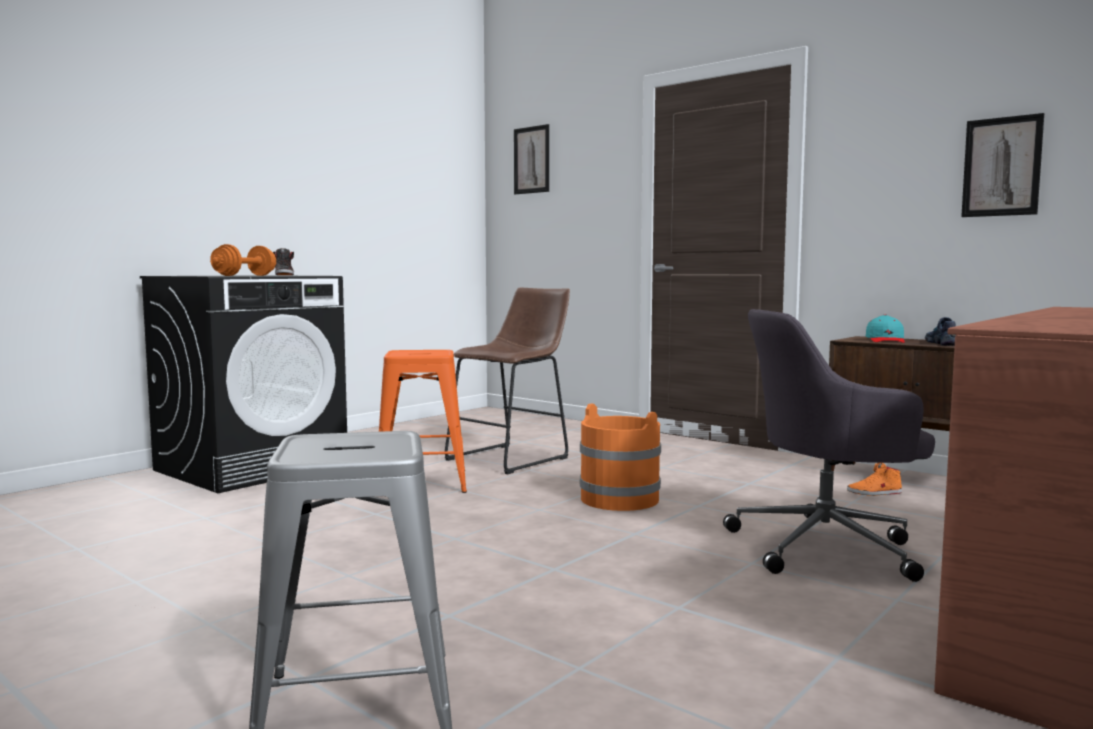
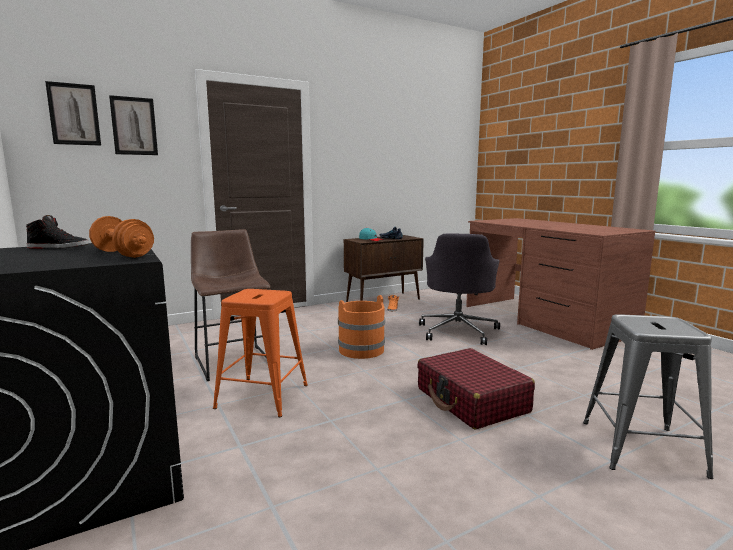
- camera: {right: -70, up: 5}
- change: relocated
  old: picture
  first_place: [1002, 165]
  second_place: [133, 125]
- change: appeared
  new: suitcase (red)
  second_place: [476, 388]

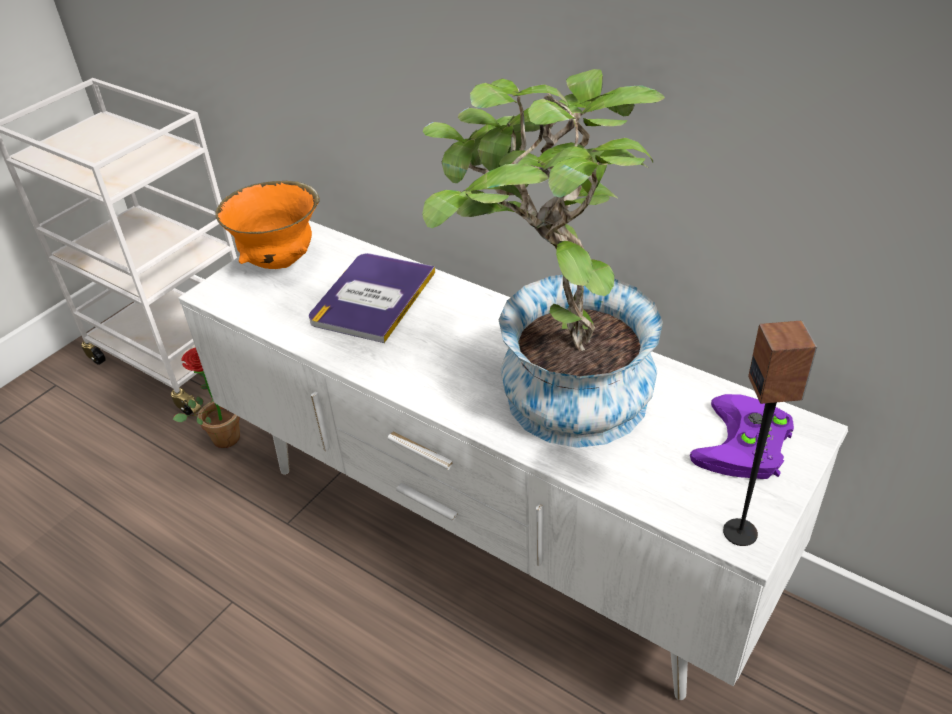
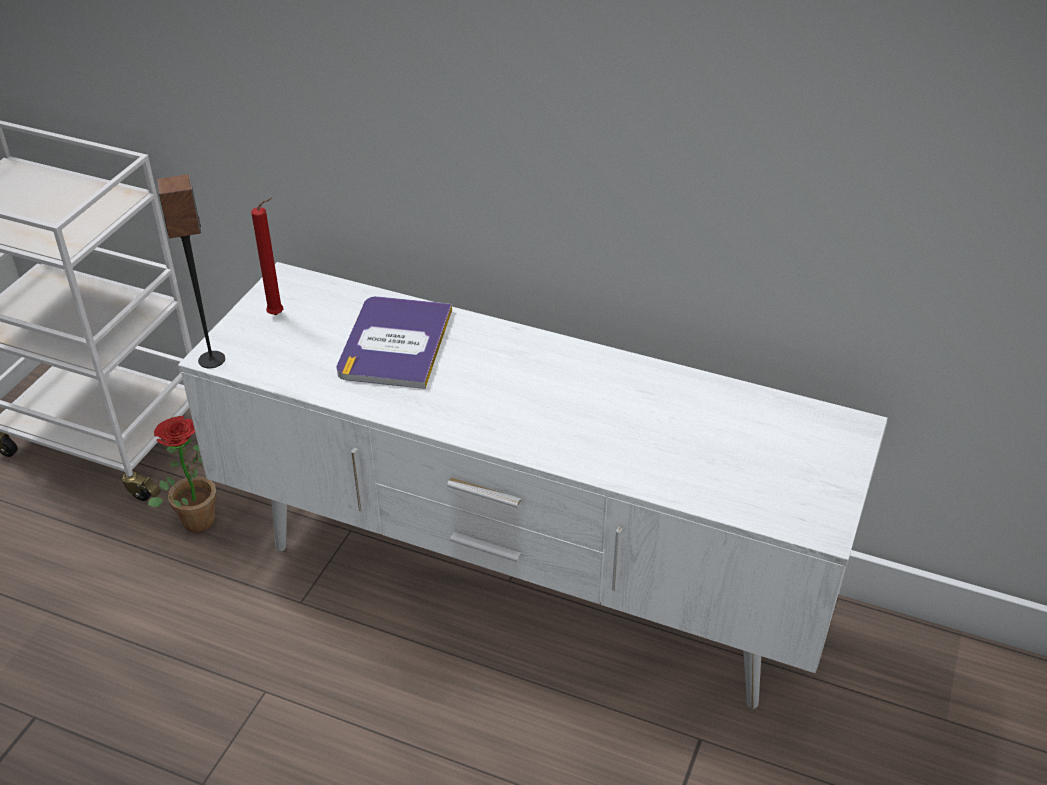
- camera: {right: -15, up: 0}
- change: exchanged
  old: bowl (orange)
  new: candle (red)
  first_place: [267, 225]
  second_place: [267, 256]
- change: missing
  old: potted plant
  first_place: [543, 258]
- change: missing
  old: game controller (purple)
  first_place: [742, 436]
- change: relocated
  old: speaker
  first_place: [770, 433]
  second_place: [191, 271]

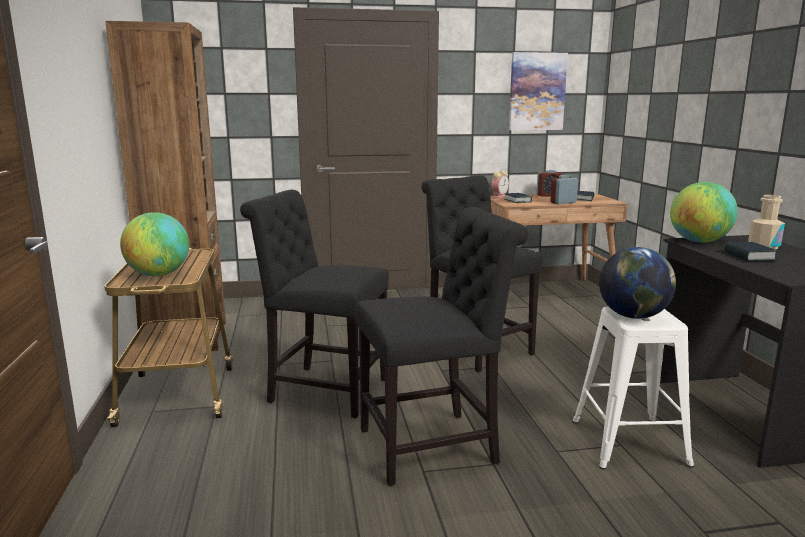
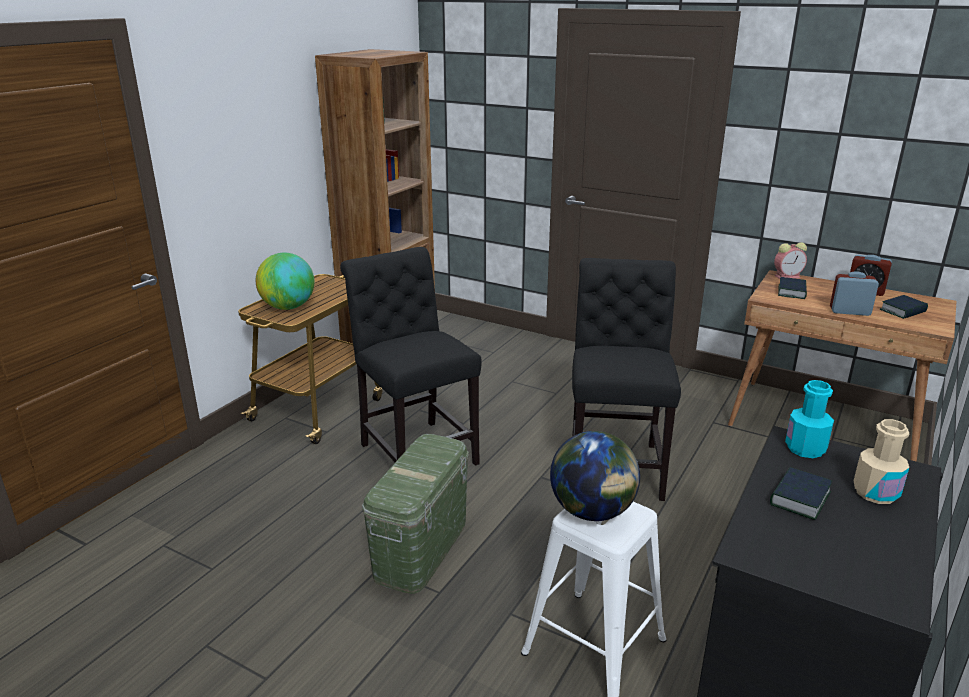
- camera: {right: 40, up: 10}
- change: exchanged
  old: chair (black)
  new: storage box (green)
  first_place: [442, 346]
  second_place: [415, 514]
- change: missing
  old: picture
  first_place: [538, 91]
- change: exchanged
  old: globe
  new: bottle (turquoise)
  first_place: [704, 212]
  second_place: [809, 419]

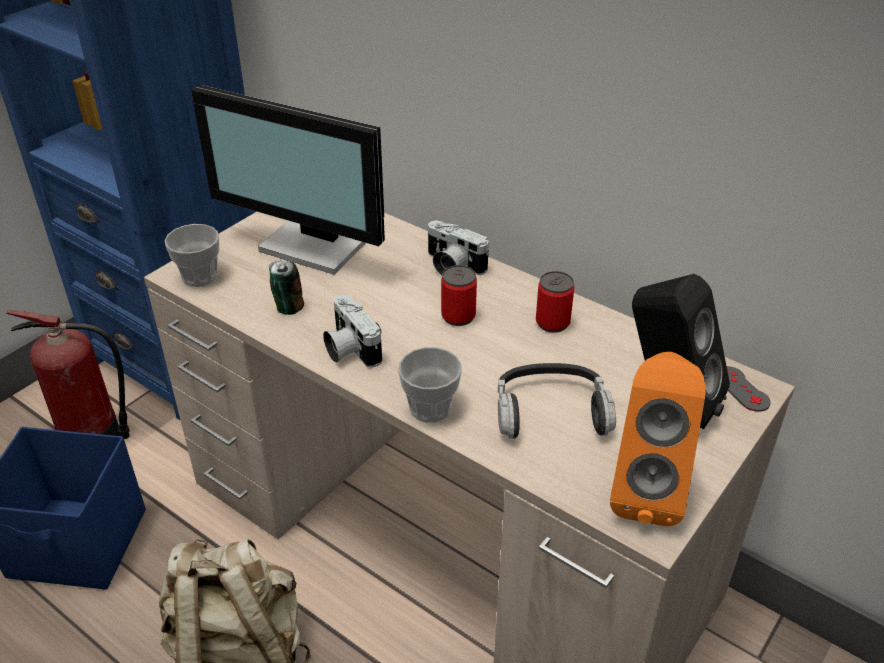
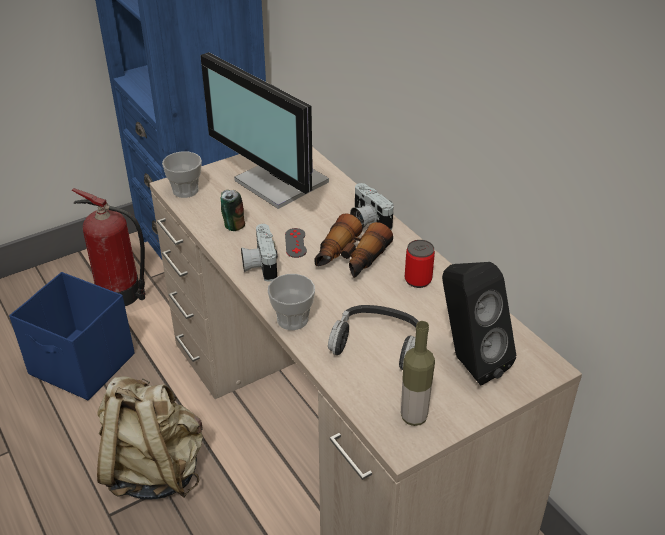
- camera: {right: 20, up: 0}
- change: exchanged
  old: can
  new: binoculars
  first_place: [459, 295]
  second_place: [354, 245]
- change: exchanged
  old: speaker (orange)
  new: bottle
  first_place: [658, 439]
  second_place: [418, 373]
- change: relocated
  old: game controller (grey)
  first_place: [749, 389]
  second_place: [296, 243]

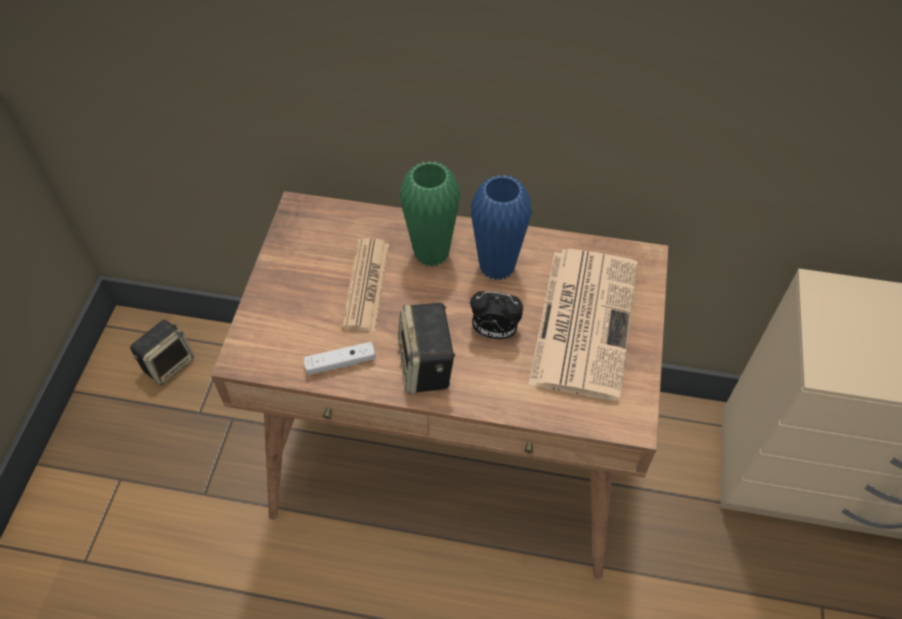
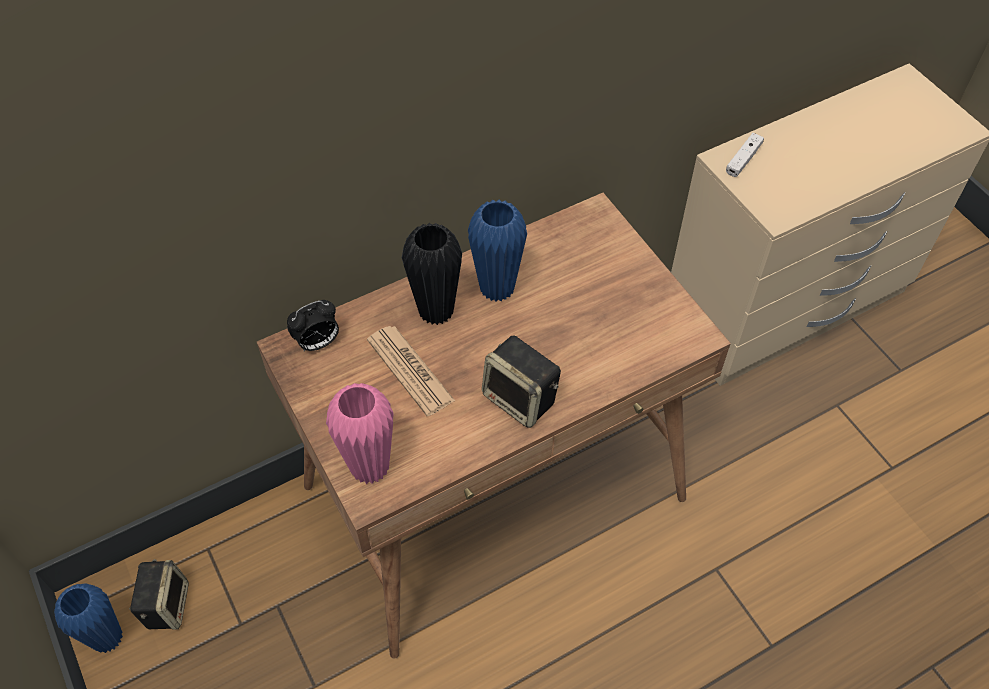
- camera: {right: -40, up: 0}
- change: relocated
  old: game controller (white)
  first_place: [339, 358]
  second_place: [745, 155]
- change: colour
  old: vase (green)
  new: vase (black)
  first_place: [430, 213]
  second_place: [432, 274]
- change: relocated
  old: alarm clock
  first_place: [496, 315]
  second_place: [313, 325]
- change: missing
  old: newspaper
  first_place: [583, 325]
- change: appeared
  new: vase (blue)
  second_place: [88, 618]
- change: appeared
  new: vase (pink)
  second_place: [360, 433]

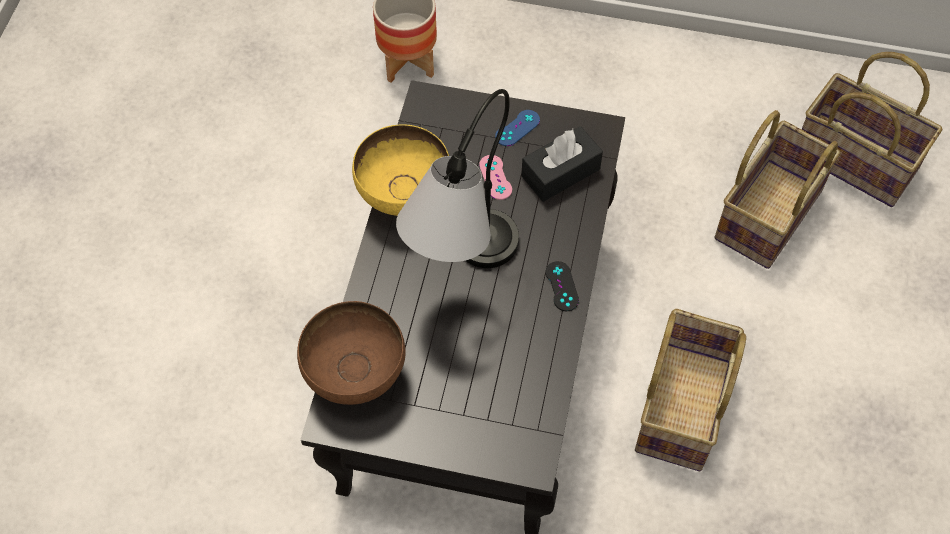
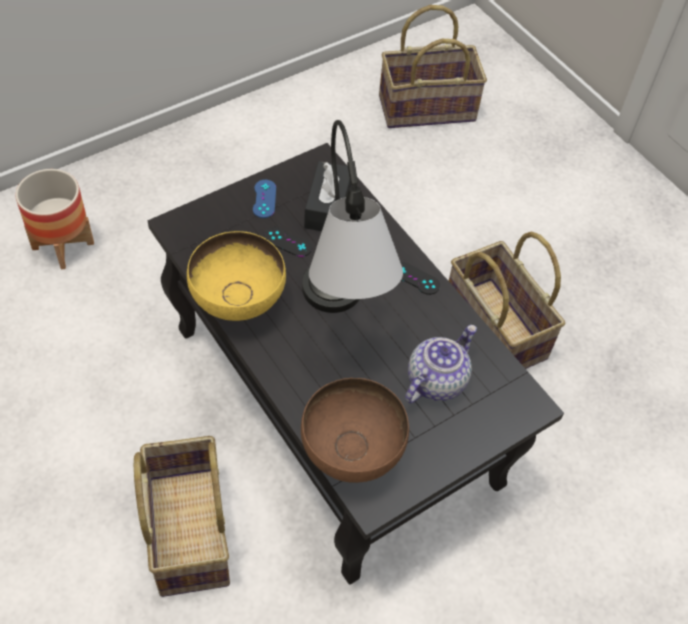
- camera: {right: -50, up: -5}
- change: colour
  old: game controller (pink)
  new: game controller (black)
  first_place: [495, 177]
  second_place: [288, 242]
- change: relocated
  old: basket
  first_place: [777, 189]
  second_place: [182, 516]
- change: appeared
  new: teapot
  second_place: [441, 364]

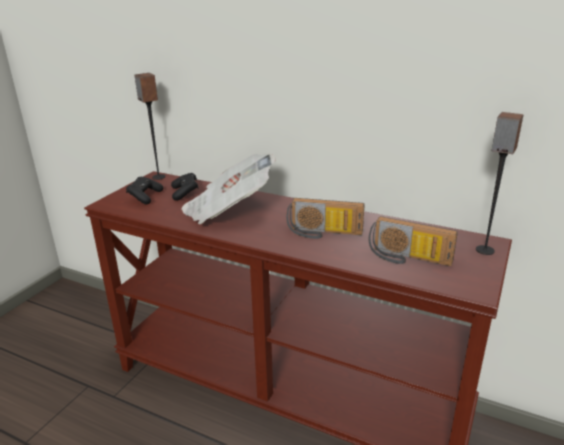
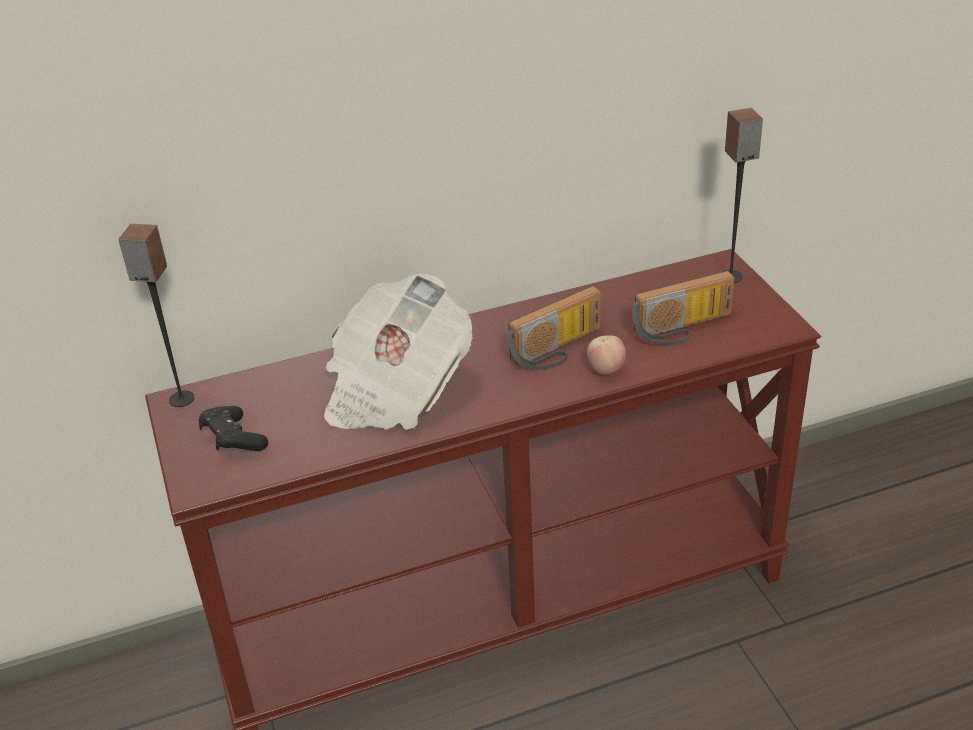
- camera: {right: -45, up: 10}
- change: missing
  old: game controller (black)
  first_place: [185, 187]
- change: appeared
  new: apple
  second_place: [606, 355]

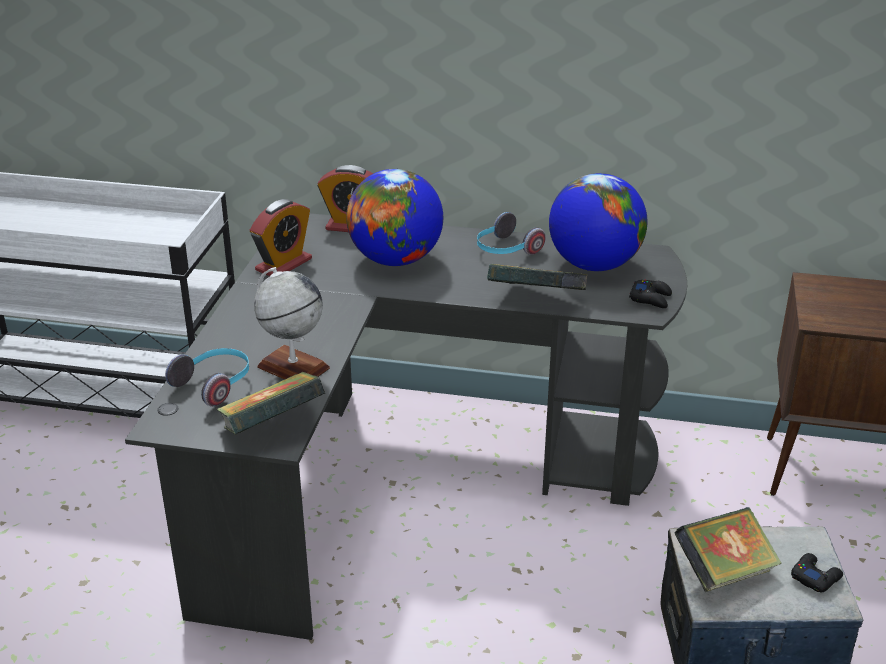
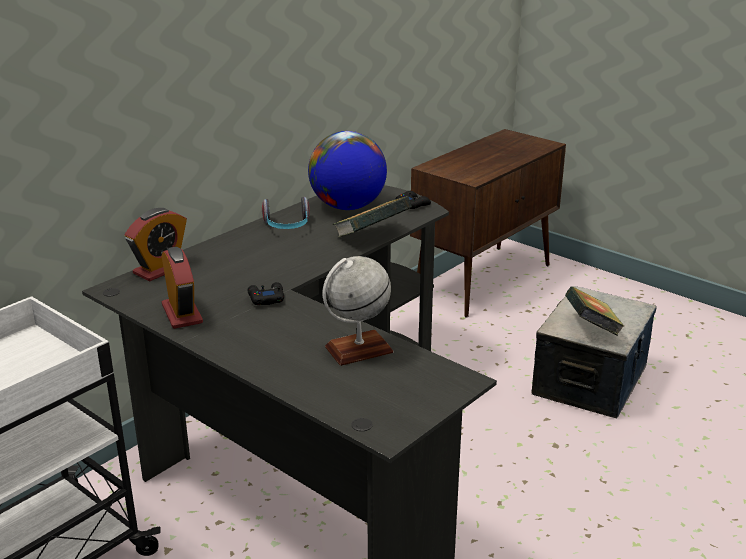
- camera: {right: -60, up: -5}
- change: missing
  old: headphones
  first_place: [207, 377]
- change: missing
  old: book
  first_place: [270, 403]
- change: missing
  old: globe
  first_place: [394, 217]
- change: relocated
  old: game controller (black)
  first_place: [817, 572]
  second_place: [265, 293]

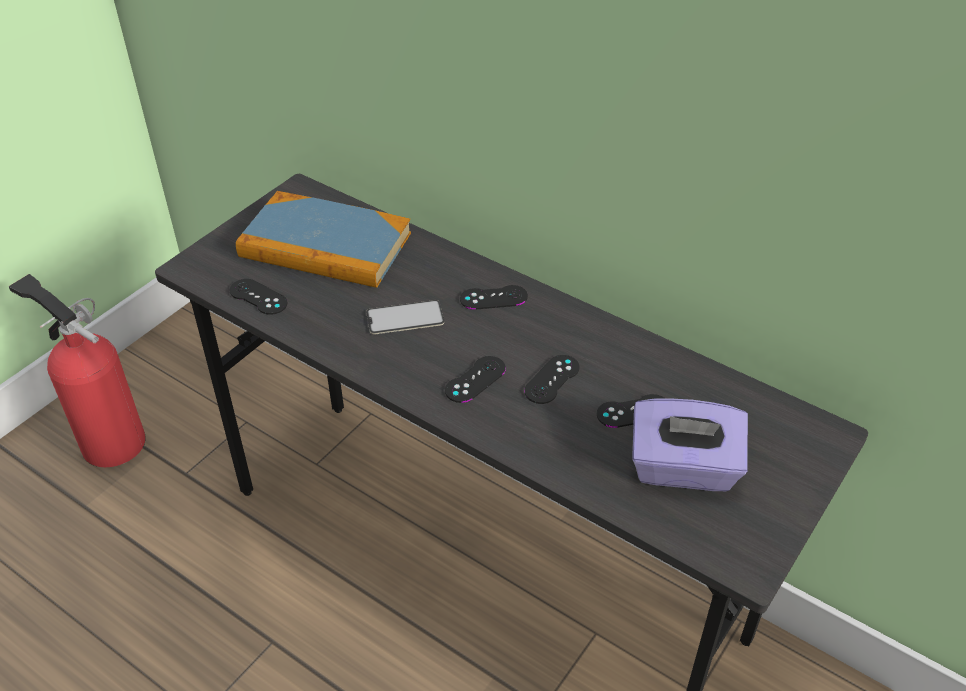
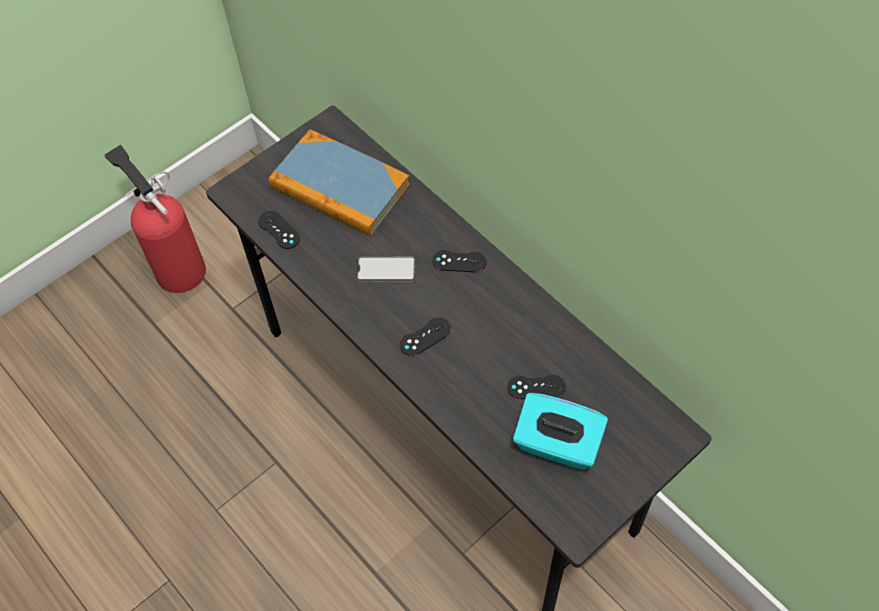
- camera: {right: 15, up: 15}
- change: missing
  old: game controller (black)
  first_place: [551, 379]
- change: colour
  old: tissue box (purple)
  new: tissue box (turquoise)
  first_place: [690, 444]
  second_place: [560, 431]

